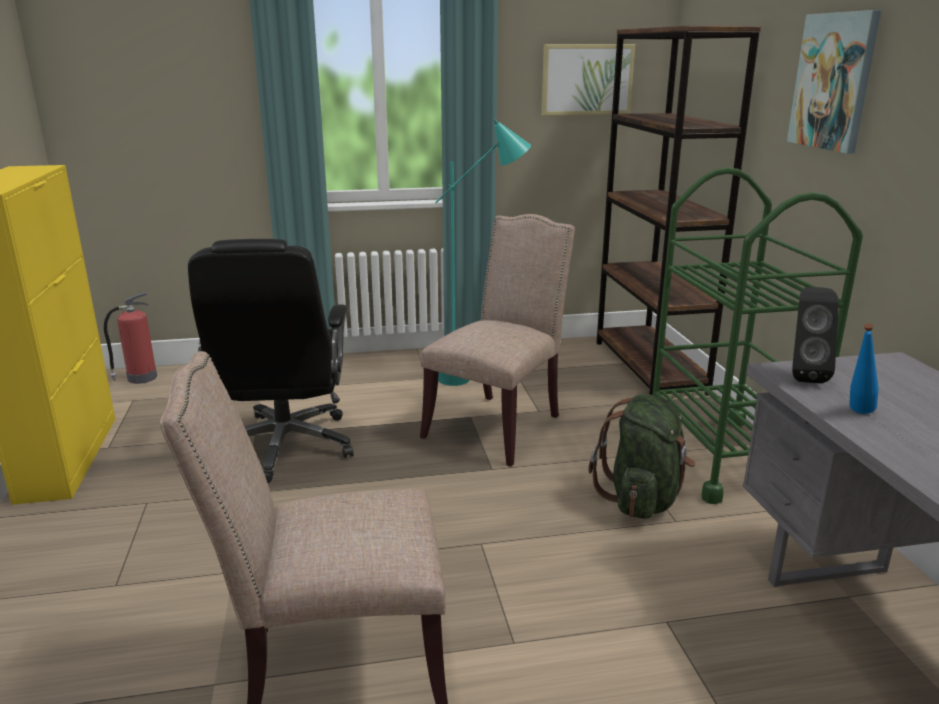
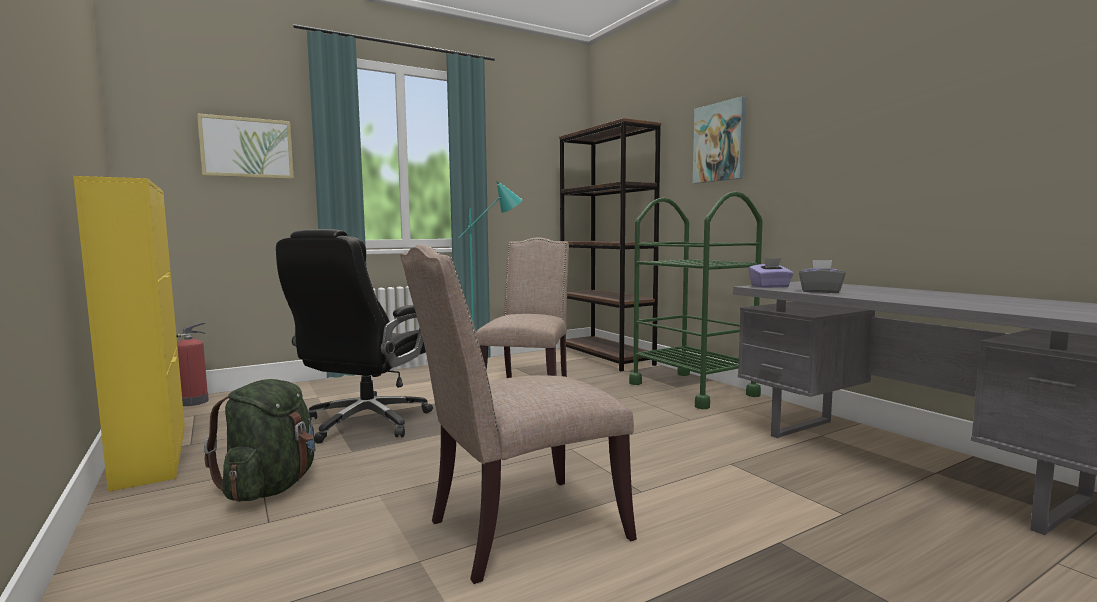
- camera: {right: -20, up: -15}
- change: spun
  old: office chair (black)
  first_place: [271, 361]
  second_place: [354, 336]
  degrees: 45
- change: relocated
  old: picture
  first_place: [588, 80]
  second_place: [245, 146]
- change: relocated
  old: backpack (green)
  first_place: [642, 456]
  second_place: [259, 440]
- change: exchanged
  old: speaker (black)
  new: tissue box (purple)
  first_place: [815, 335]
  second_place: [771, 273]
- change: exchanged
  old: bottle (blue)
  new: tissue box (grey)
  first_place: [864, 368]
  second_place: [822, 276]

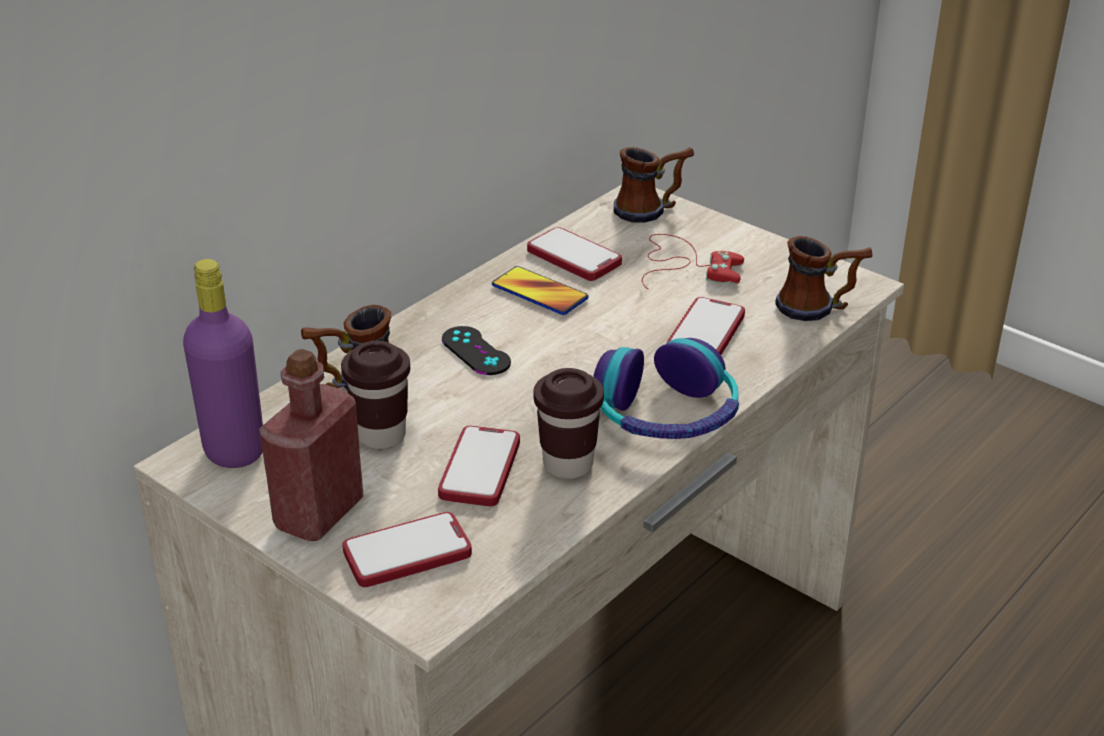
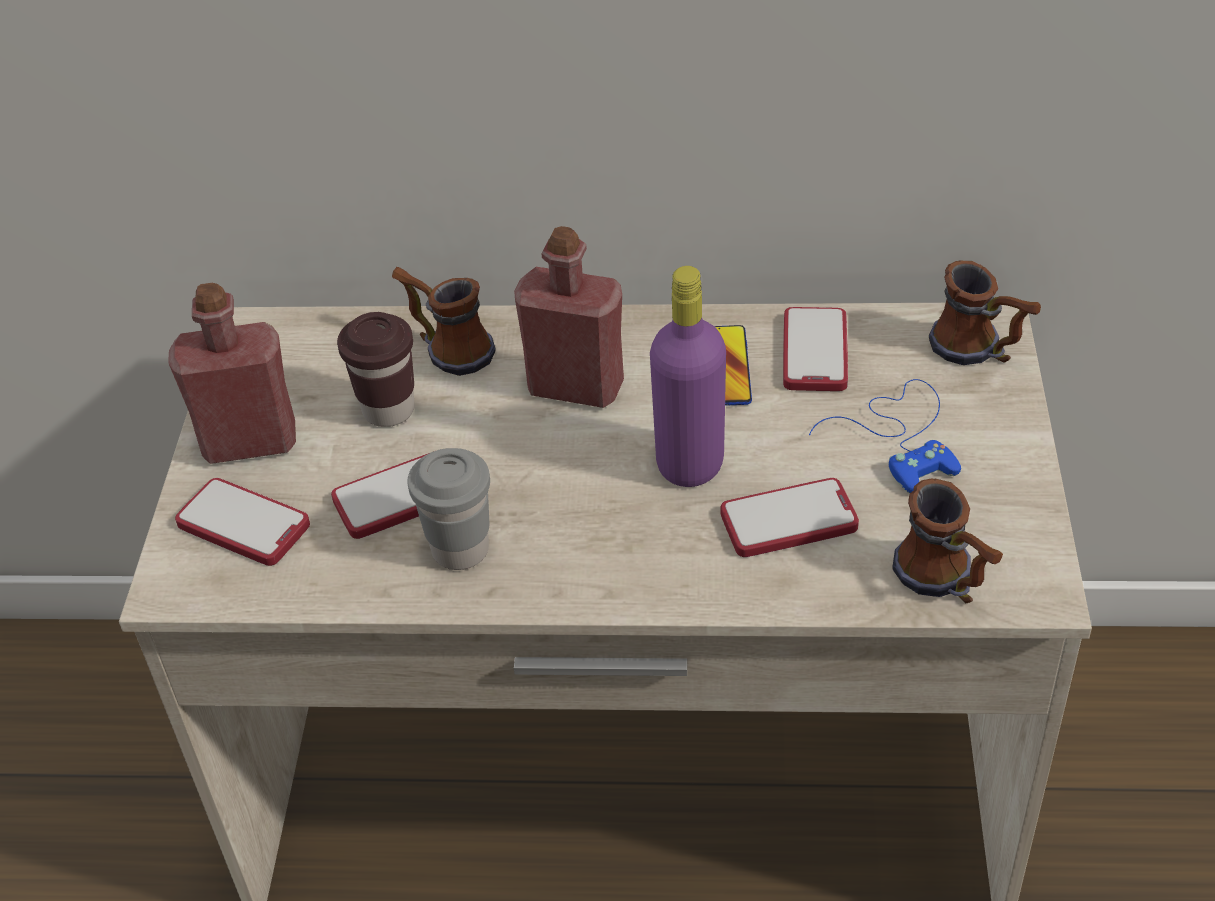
- camera: {right: 55, up: 10}
- change: relocated
  old: bottle (purple)
  first_place: [223, 363]
  second_place: [688, 376]
- change: exchanged
  old: game controller (black)
  new: bottle (red)
  first_place: [476, 350]
  second_place: [569, 317]
- change: colour
  old: cup (brown)
  new: cup (grey)
  first_place: [568, 423]
  second_place: [448, 509]
- change: missing
  old: headphones
  first_place: [666, 388]
- change: colour
  old: game controller (red)
  new: game controller (blue)
  first_place: [693, 262]
  second_place: [885, 436]

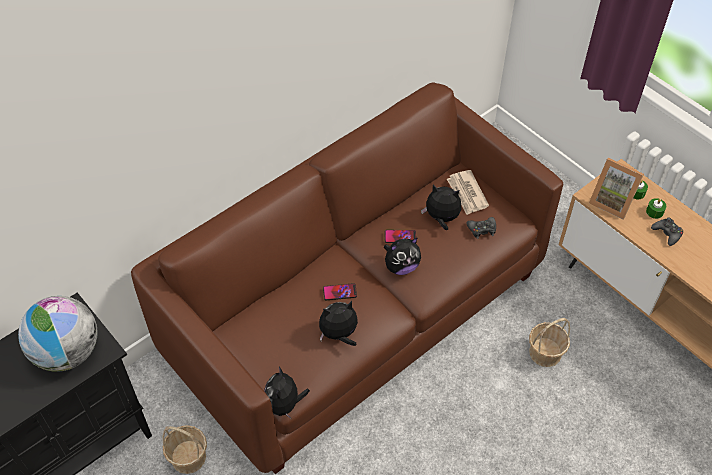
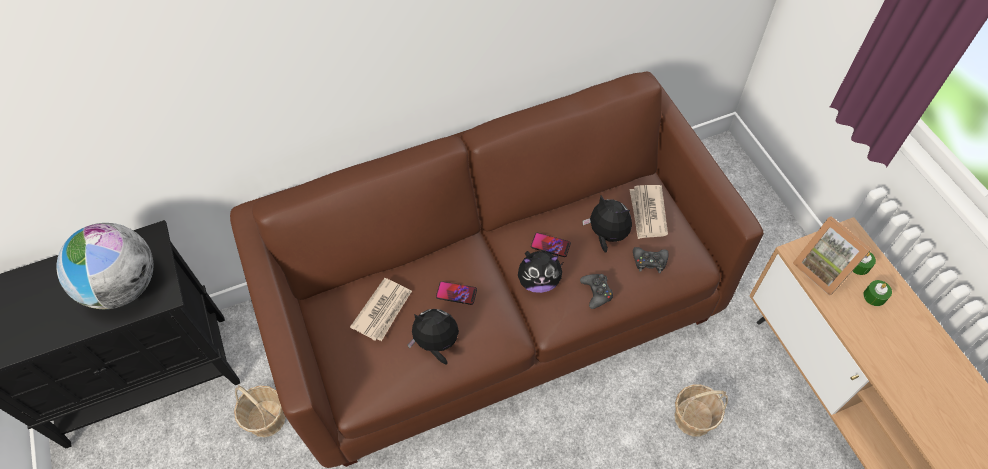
- camera: {right: 20, up: 5}
- change: missing
  old: plush toy
  first_place: [287, 393]
- change: relocated
  old: game controller (black)
  first_place: [667, 231]
  second_place: [596, 291]
- change: appeared
  new: newspaper
  second_place: [381, 309]

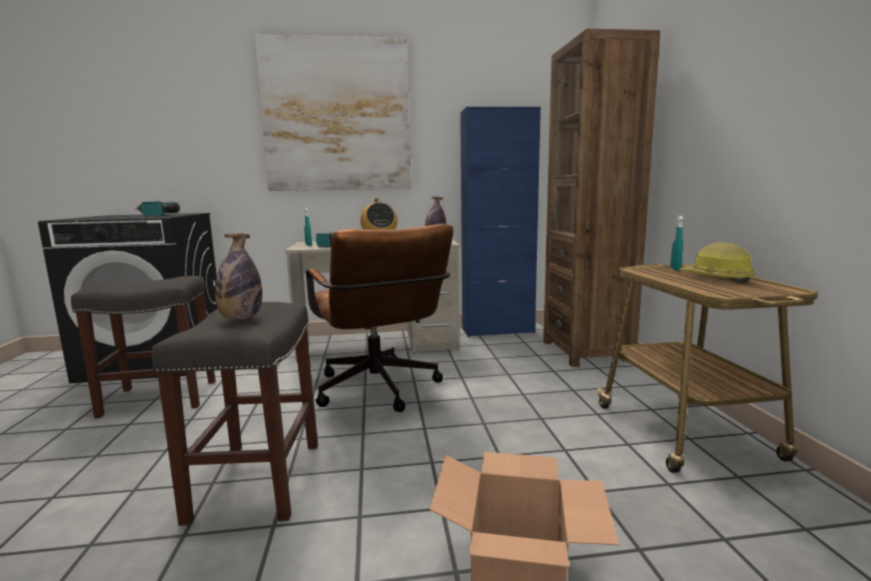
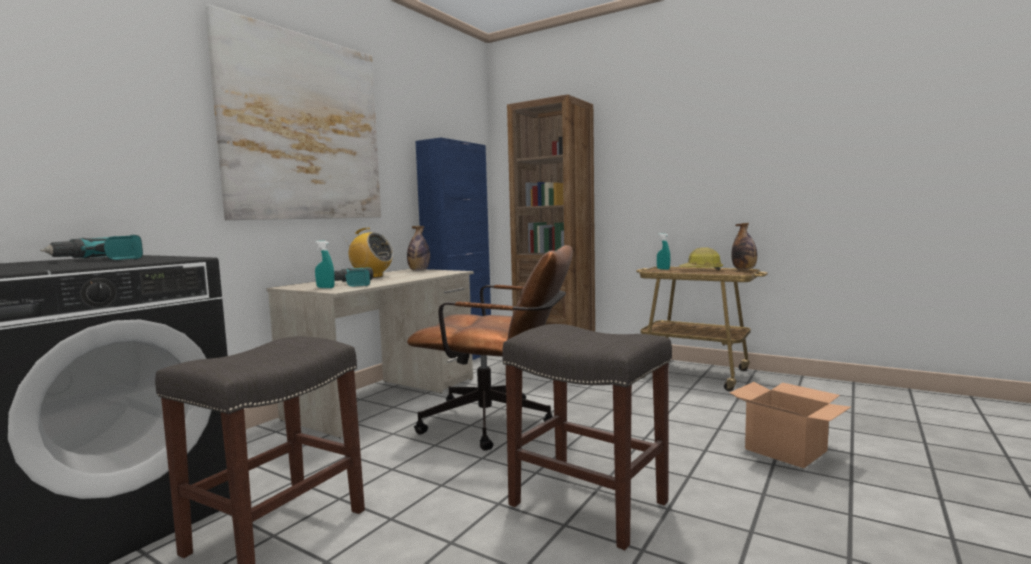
- camera: {right: -50, up: -5}
- change: relocated
  old: bottle
  first_place: [238, 277]
  second_place: [744, 246]

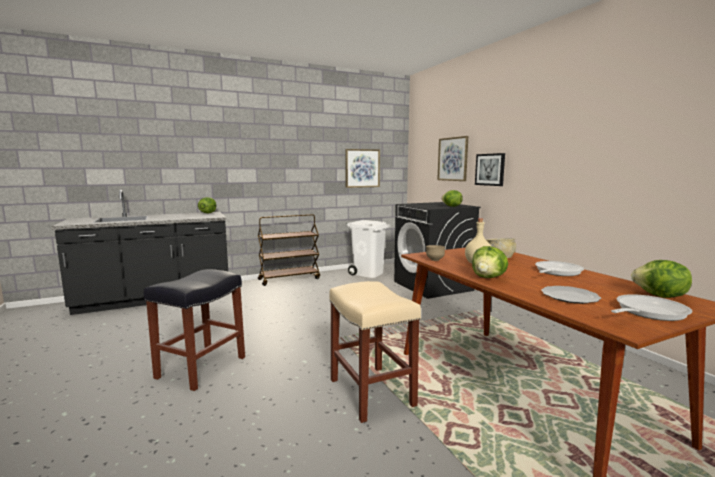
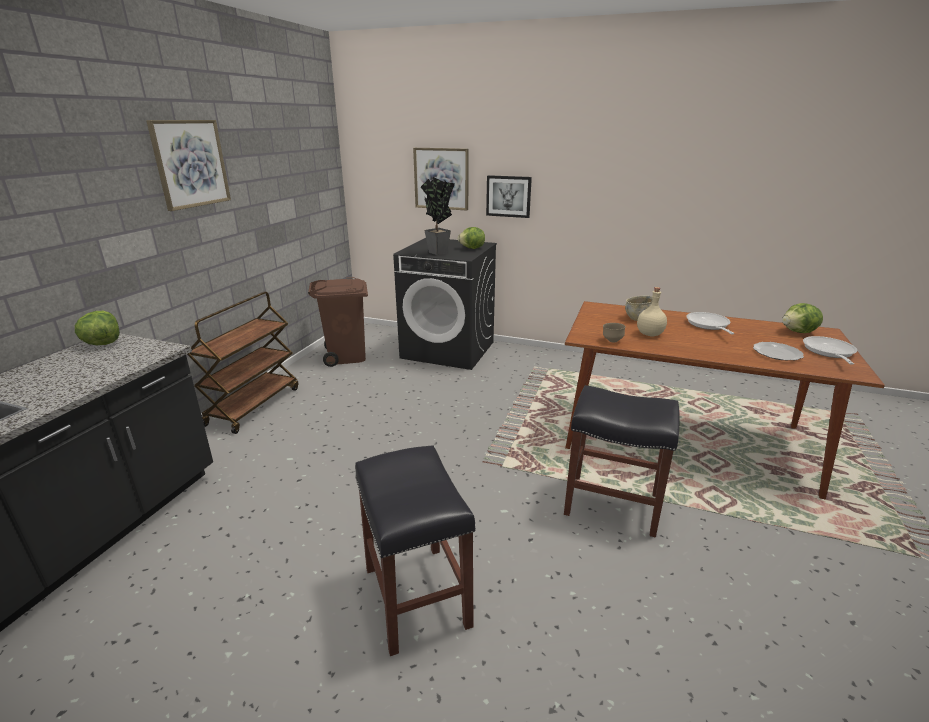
- camera: {right: -45, up: 15}
- change: colour
  old: stool (beige)
  new: stool (black)
  first_place: [375, 352]
  second_place: [621, 461]
- change: relocated
  old: picture
  first_place: [362, 168]
  second_place: [188, 165]
- change: colour
  old: trash can (white)
  new: trash can (brown)
  first_place: [368, 249]
  second_place: [338, 322]
- change: missing
  old: lettuce
  first_place: [490, 262]
- change: appeared
  new: potted plant
  second_place: [438, 216]

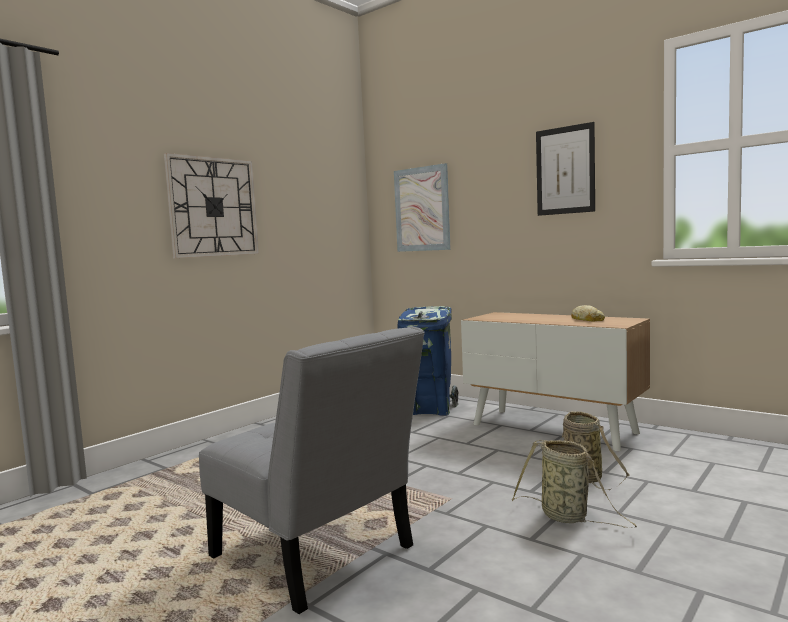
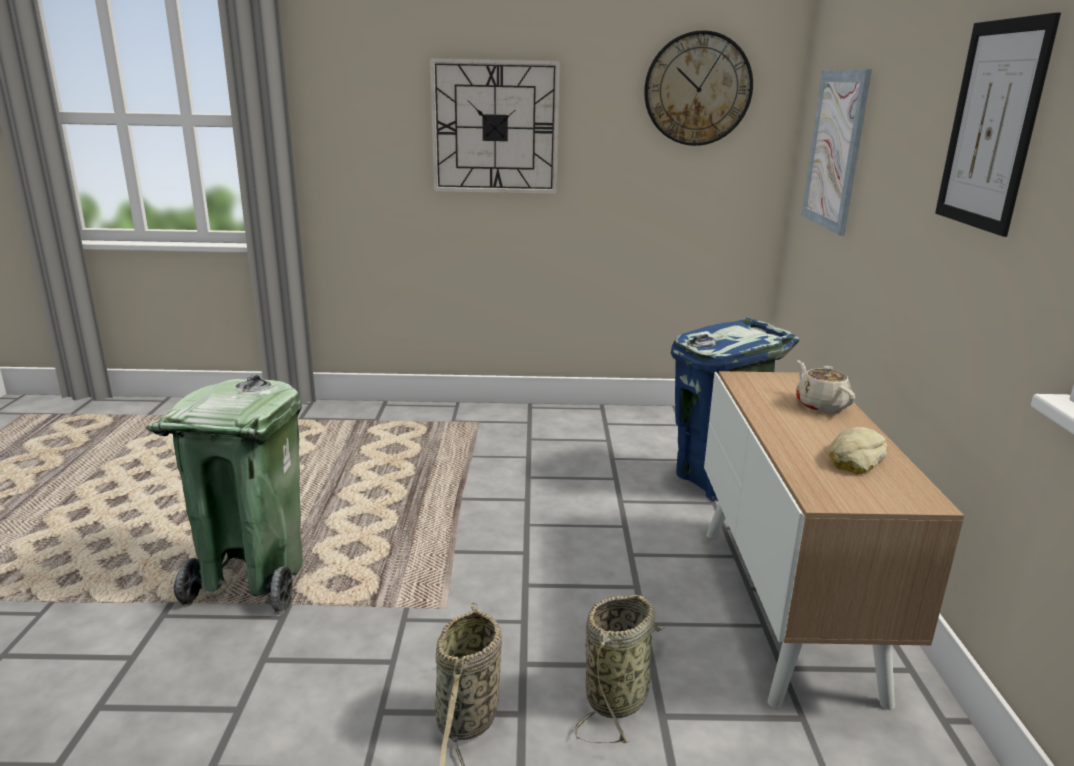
- camera: {right: 50, up: 15}
- change: exchanged
  old: chair (grey)
  new: trash can (green)
  first_place: [312, 470]
  second_place: [224, 494]
- change: appeared
  new: wall clock
  second_place: [698, 88]
- change: appeared
  new: teapot (beige)
  second_place: [825, 386]

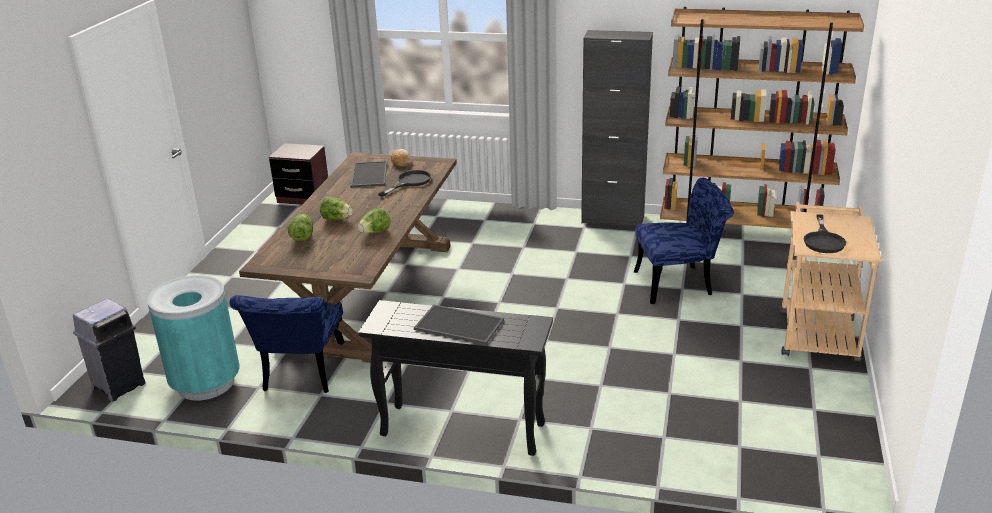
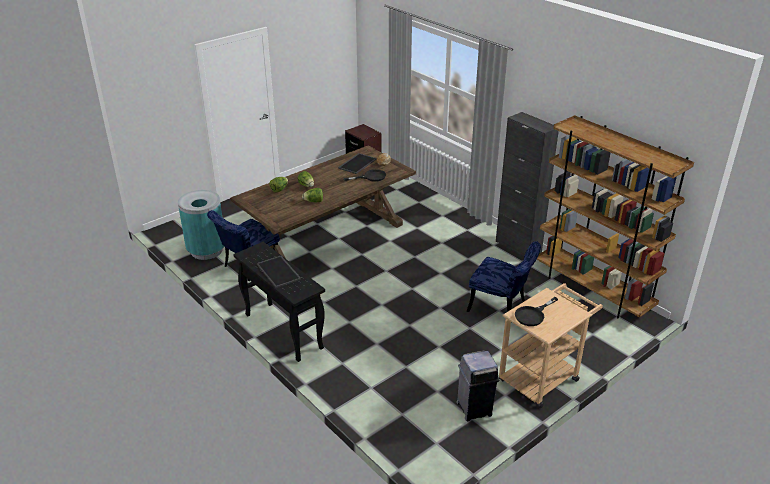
- camera: {right: 35, up: 5}
- change: relocated
  old: trash can (grey)
  first_place: [109, 350]
  second_place: [478, 385]

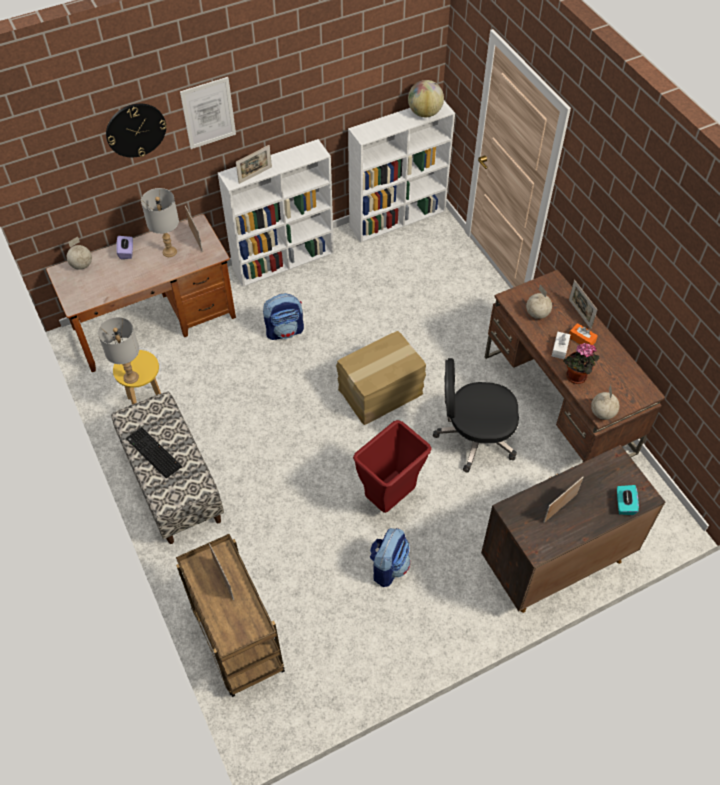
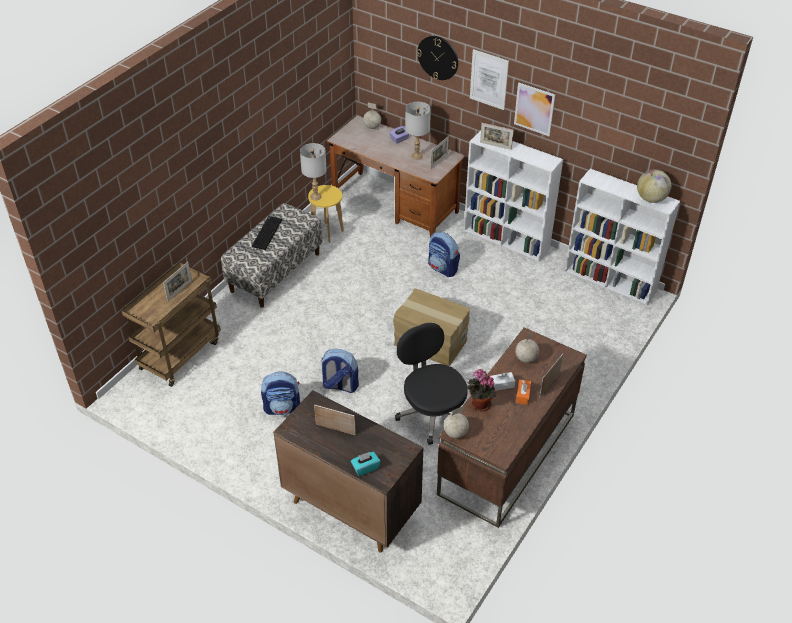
- camera: {right: 60, up: -10}
- change: exchanged
  old: trash can (red)
  new: backpack
  first_place: [392, 466]
  second_place: [339, 371]
- change: appeared
  new: picture
  second_place: [534, 109]

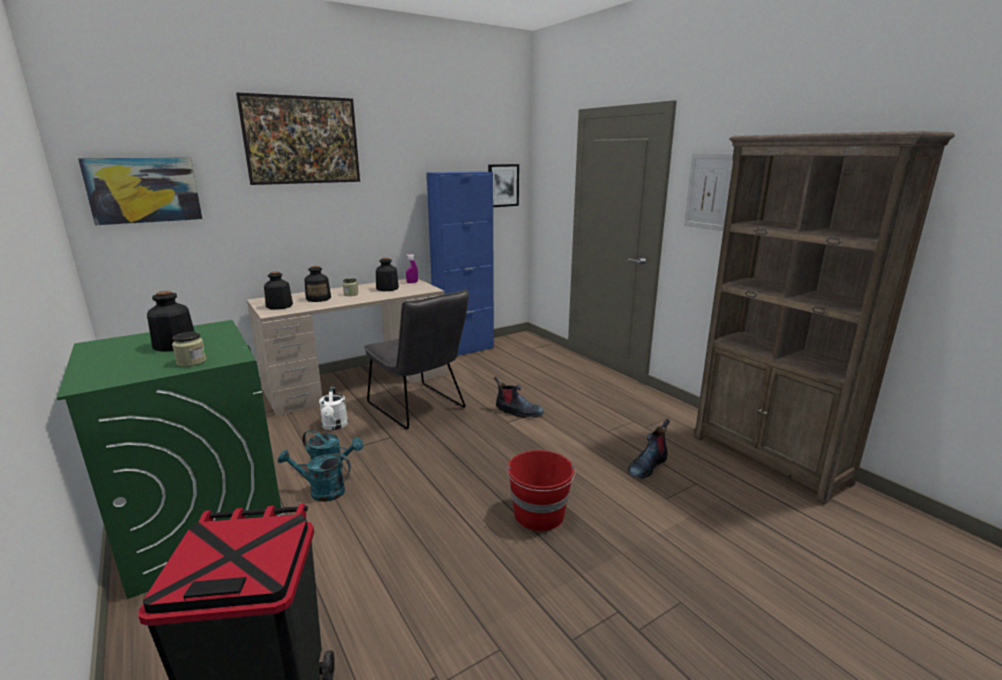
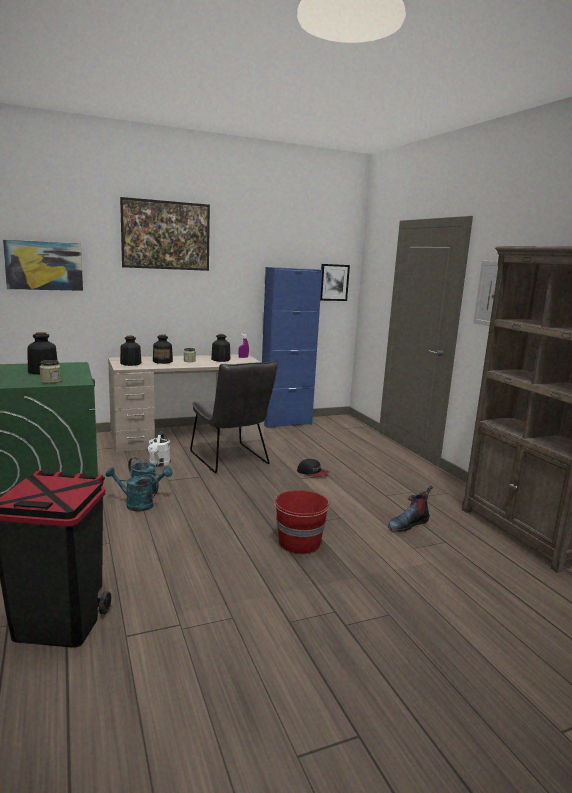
- camera: {right: 10, up: -5}
- change: exchanged
  old: boot
  new: cap
  first_place: [519, 397]
  second_place: [313, 468]

